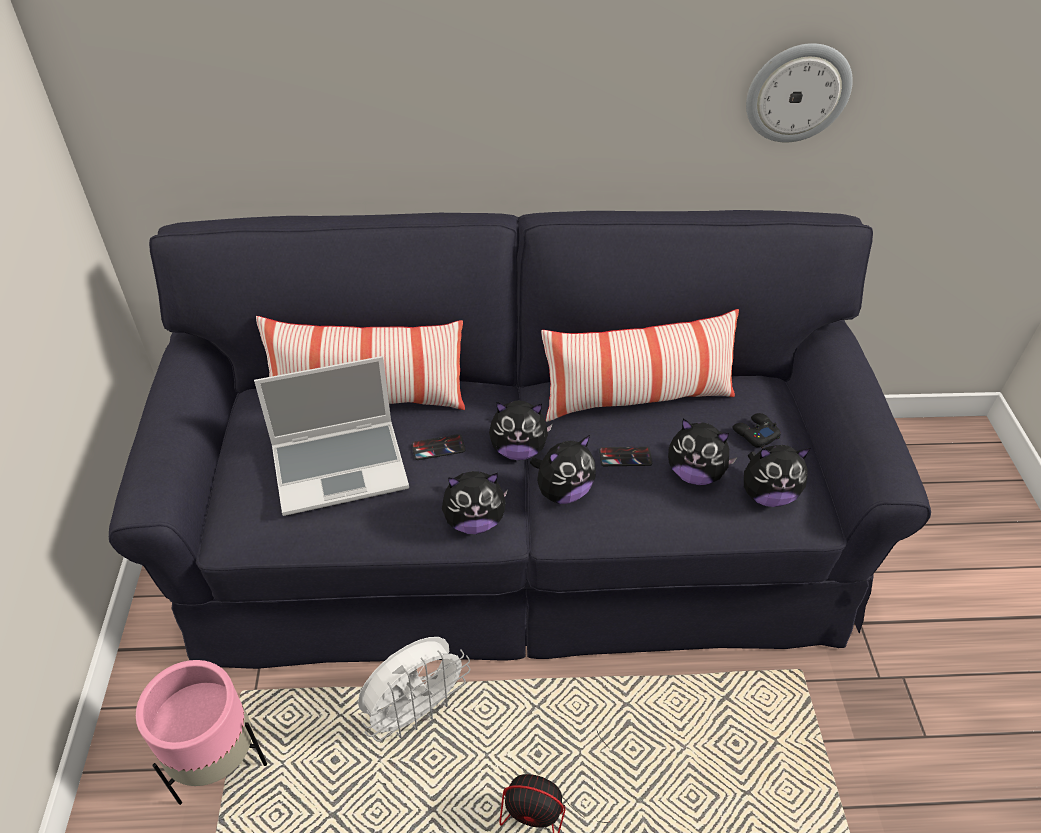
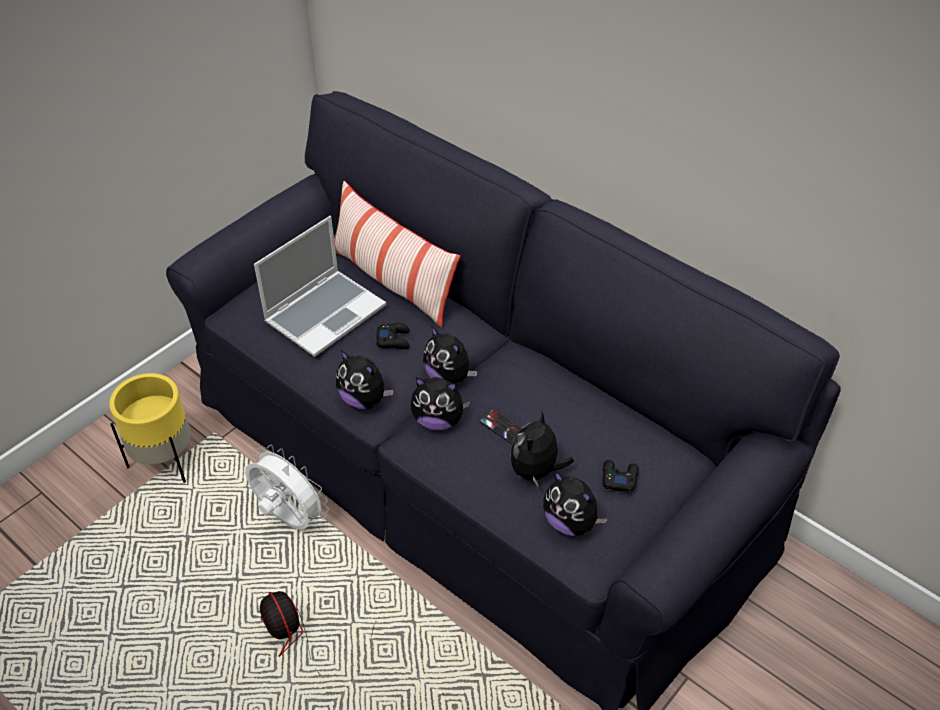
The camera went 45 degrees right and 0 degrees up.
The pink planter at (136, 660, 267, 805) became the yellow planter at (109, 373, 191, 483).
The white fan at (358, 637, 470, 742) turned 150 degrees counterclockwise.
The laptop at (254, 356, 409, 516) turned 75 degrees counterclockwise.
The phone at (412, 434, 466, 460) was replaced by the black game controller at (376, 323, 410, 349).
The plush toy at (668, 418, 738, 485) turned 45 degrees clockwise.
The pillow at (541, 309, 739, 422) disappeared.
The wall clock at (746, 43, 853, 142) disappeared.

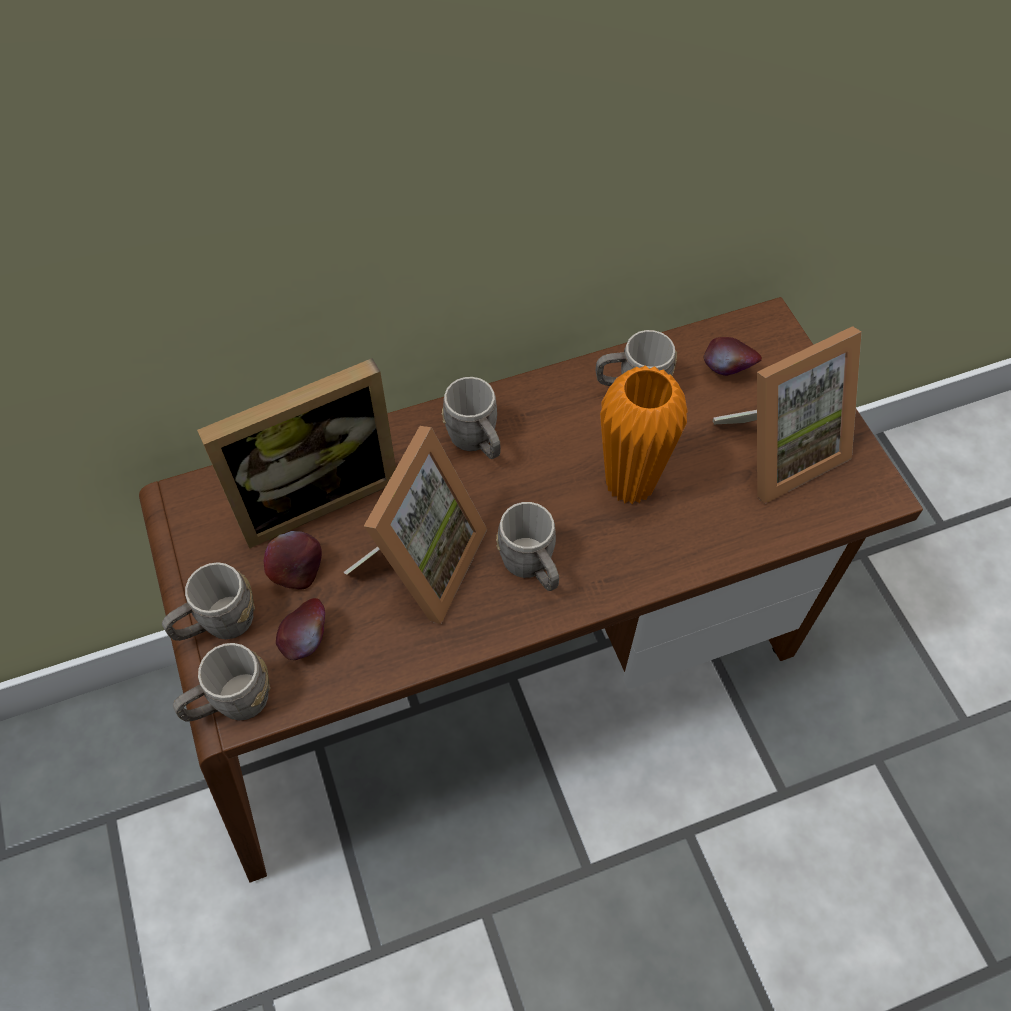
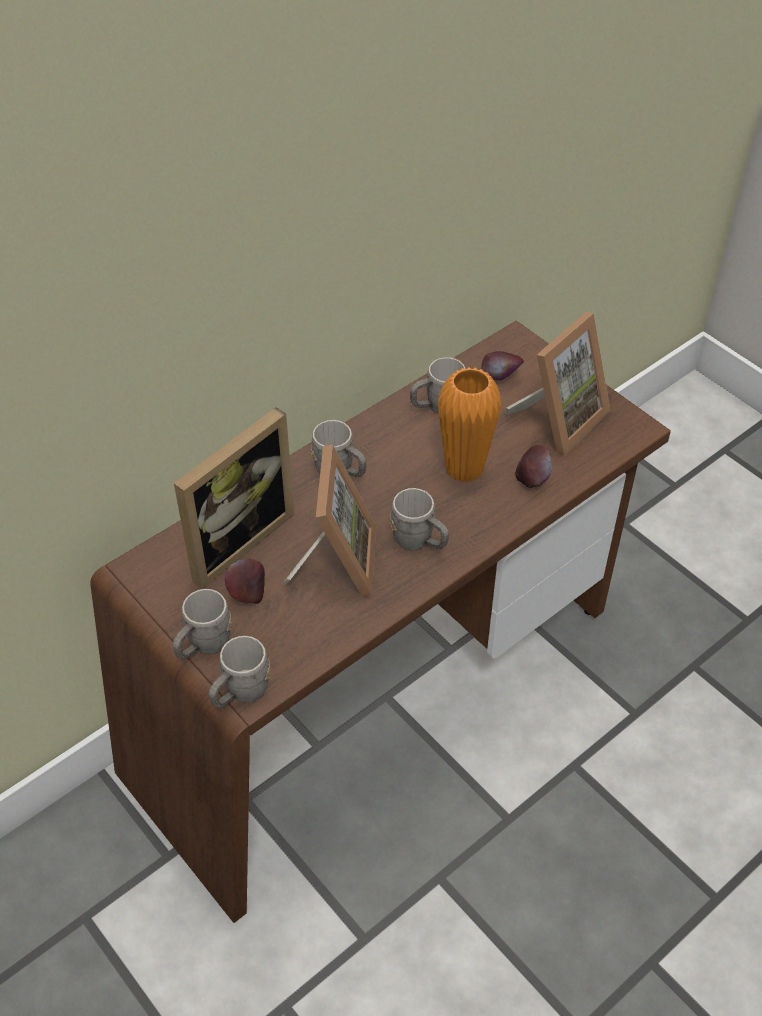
The camera went 20 degrees left and 10 degrees down.
The apple moved from (276, 598, 325, 660) to (515, 445, 552, 488).

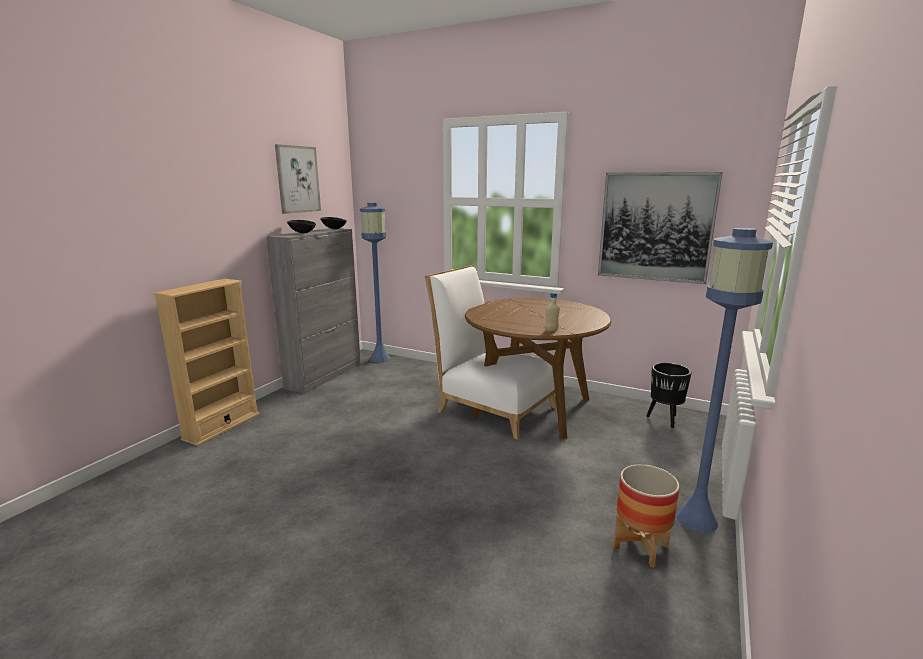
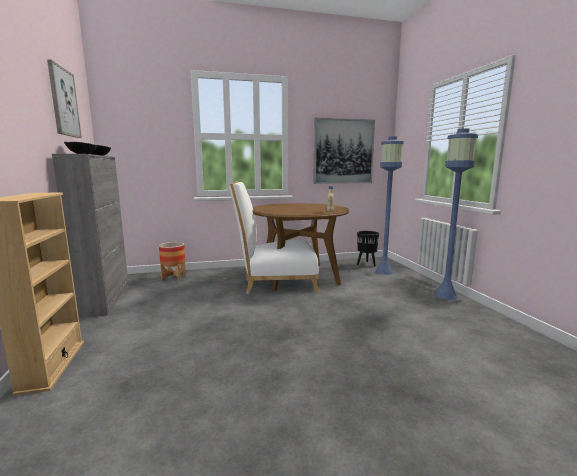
The camera went 40 degrees left and 5 degrees down.
The planter moved from (613, 464, 680, 568) to (159, 242, 186, 281).
The blue floor lamp moved from (360, 202, 390, 363) to (375, 136, 404, 275).

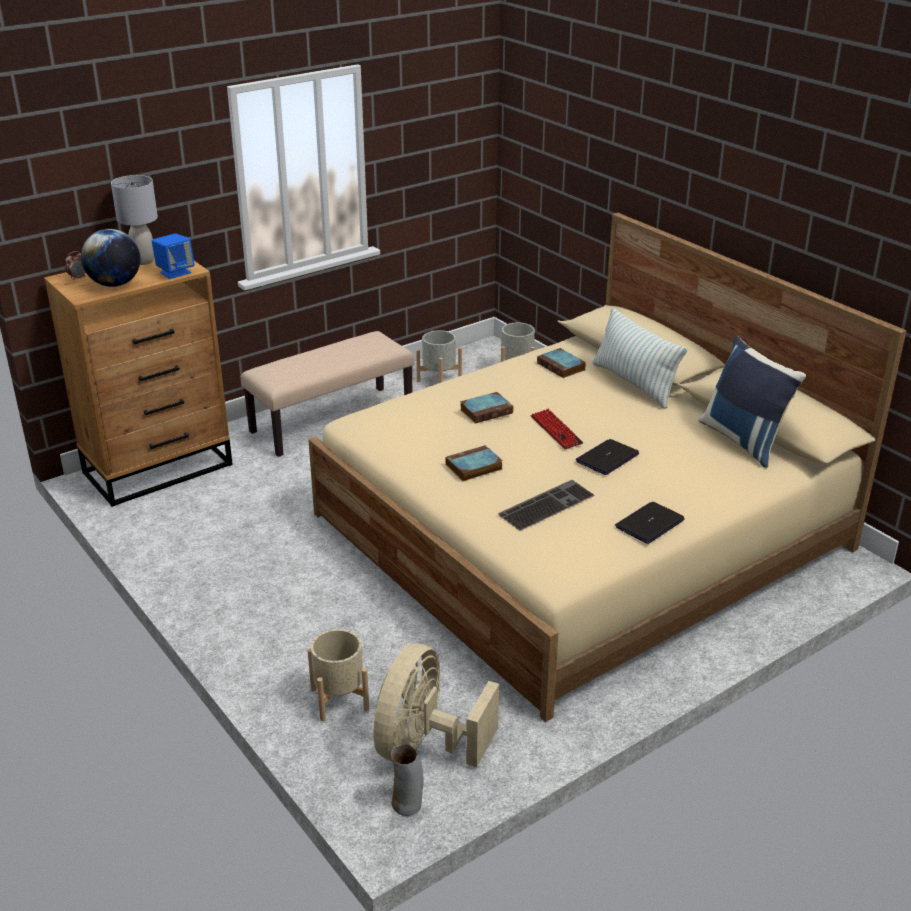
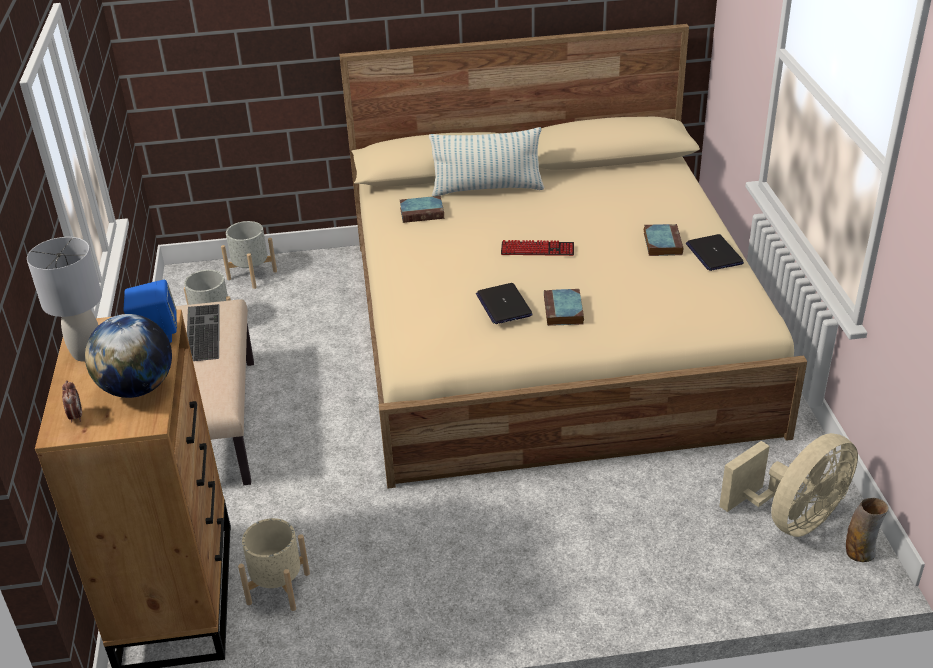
The camera went 60 degrees left and 5 degrees up.
The keyboard moved from (498, 480, 595, 531) to (187, 304, 220, 361).
The beige planter moved from (308, 629, 369, 721) to (238, 518, 310, 611).
The laptop moved from (576, 439, 639, 475) to (476, 283, 533, 324).
The book moved from (460, 392, 513, 423) to (644, 224, 683, 256).
The beige fan at (374, 644, 499, 767) turned 90 degrees counterclockwise.
The blue pillow at (699, 336, 806, 468) disappeared.

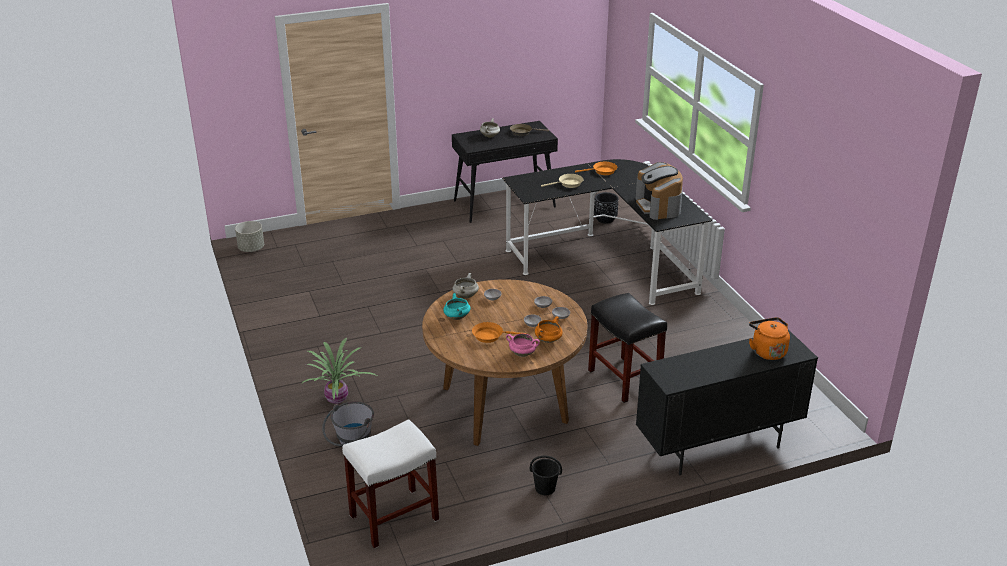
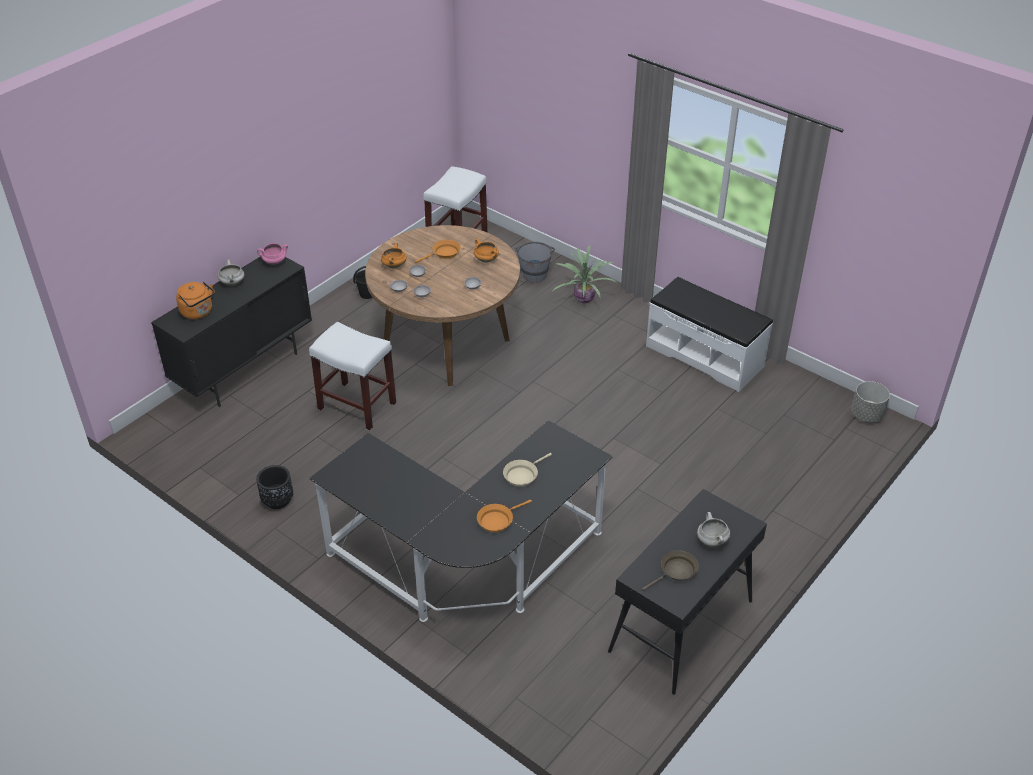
The camera went 150 degrees right and 10 degrees up.
The white cooking pot moved from (452, 273, 479, 299) to (218, 260, 244, 286).
The black planter moved from (594, 192, 619, 224) to (256, 465, 293, 509).
The pink cooking pot moved from (506, 333, 540, 357) to (257, 243, 288, 265).
The black stool at (588, 293, 667, 403) became the white stool at (309, 322, 396, 431).
The turquoise cooking pot at (443, 293, 470, 320) became the orange cooking pot at (474, 239, 499, 263).
The white bench at (646, 277, 773, 392) appeared.
The coffee machine at (636, 162, 683, 220) disappeared.

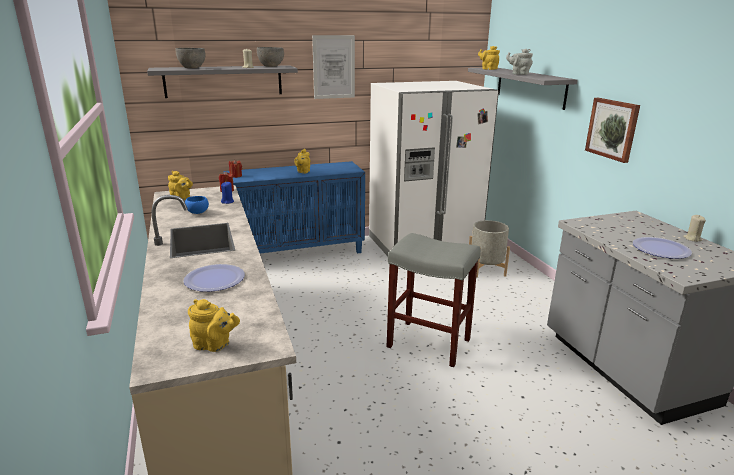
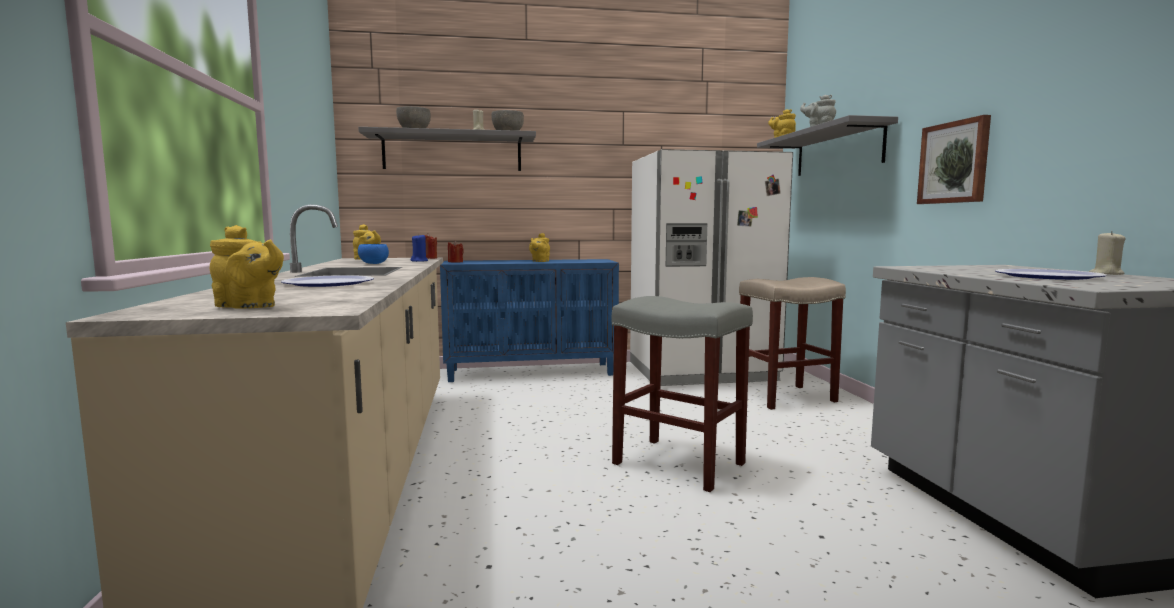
The camera went 10 degrees right and 15 degrees down.
The grey planter at (469, 220, 510, 277) was replaced by the beige stool at (739, 277, 846, 410).
The picture at (312, 35, 355, 99) disappeared.

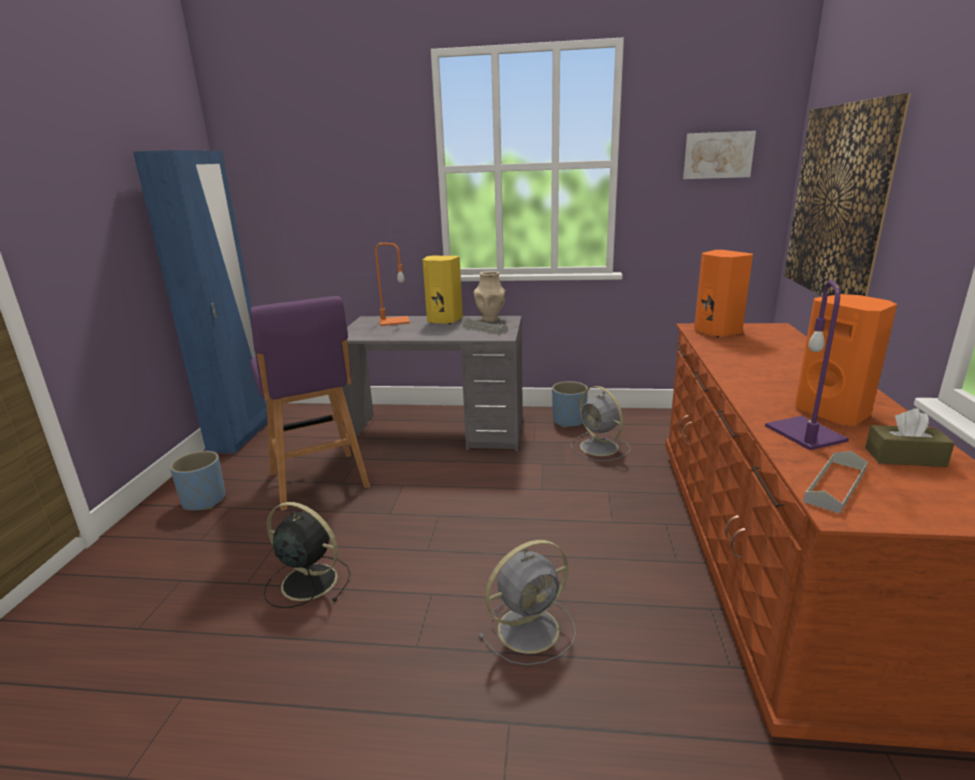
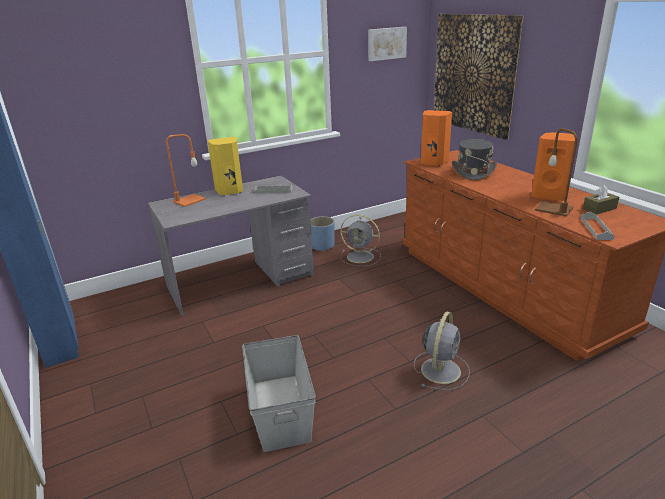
The camera went 35 degrees left and 5 degrees up.
The black fan at (264, 502, 351, 608) was replaced by the grey storage box at (242, 335, 316, 452).
The grey hat at (452, 139, 497, 180) appeared.
The purple table lamp at (765, 280, 849, 450) became the brown table lamp at (535, 128, 578, 217).
The blue planter at (170, 451, 225, 511) disappeared.
The purple stool at (250, 296, 370, 511) disappeared.
The beige vase at (474, 271, 506, 322) disappeared.

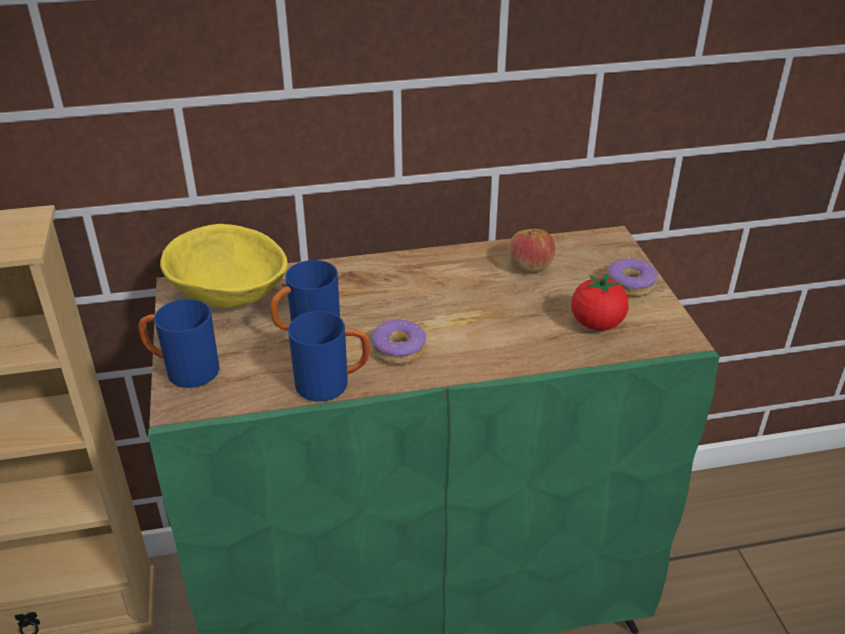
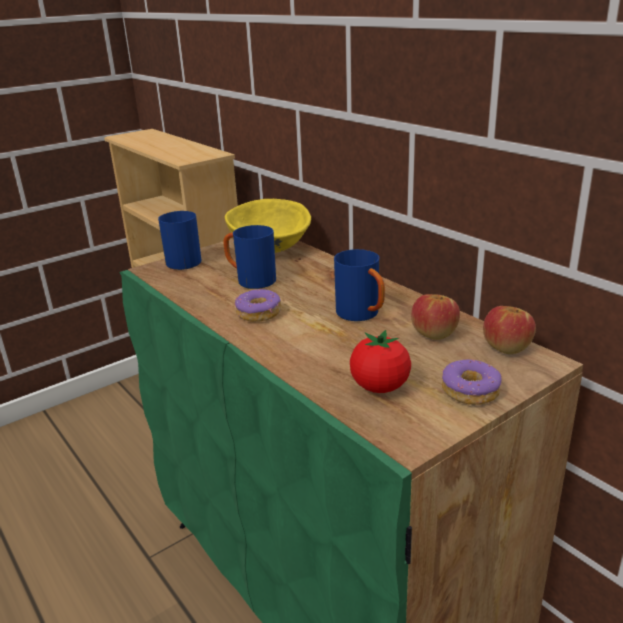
The camera went 65 degrees right and 10 degrees down.
The blue mug moved from (288, 311, 370, 401) to (334, 249, 385, 321).
The apple at (483, 306, 536, 354) appeared.

